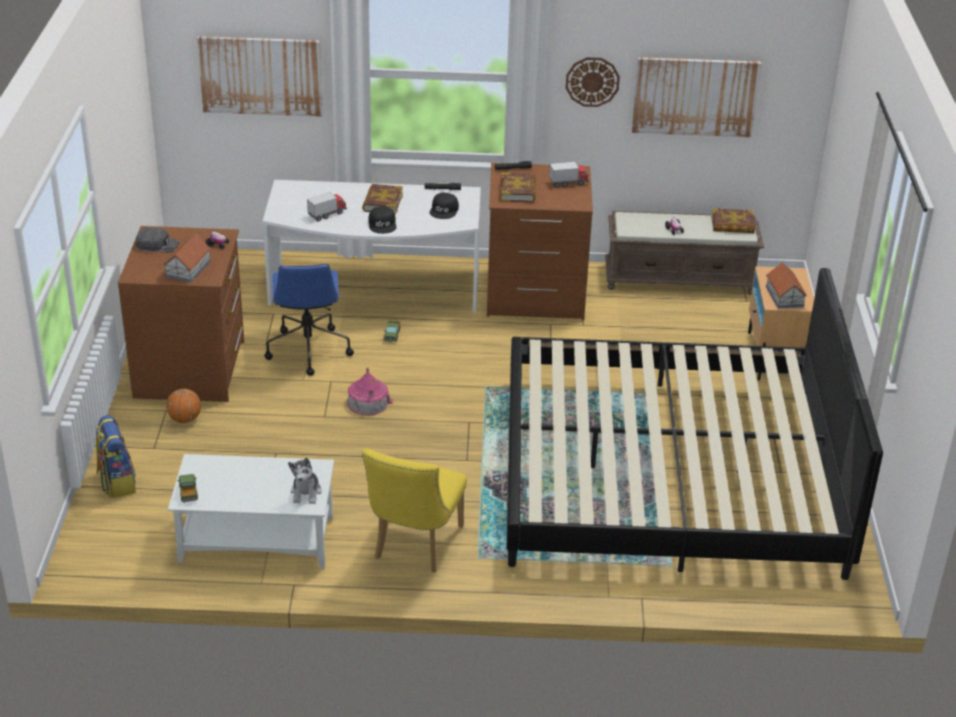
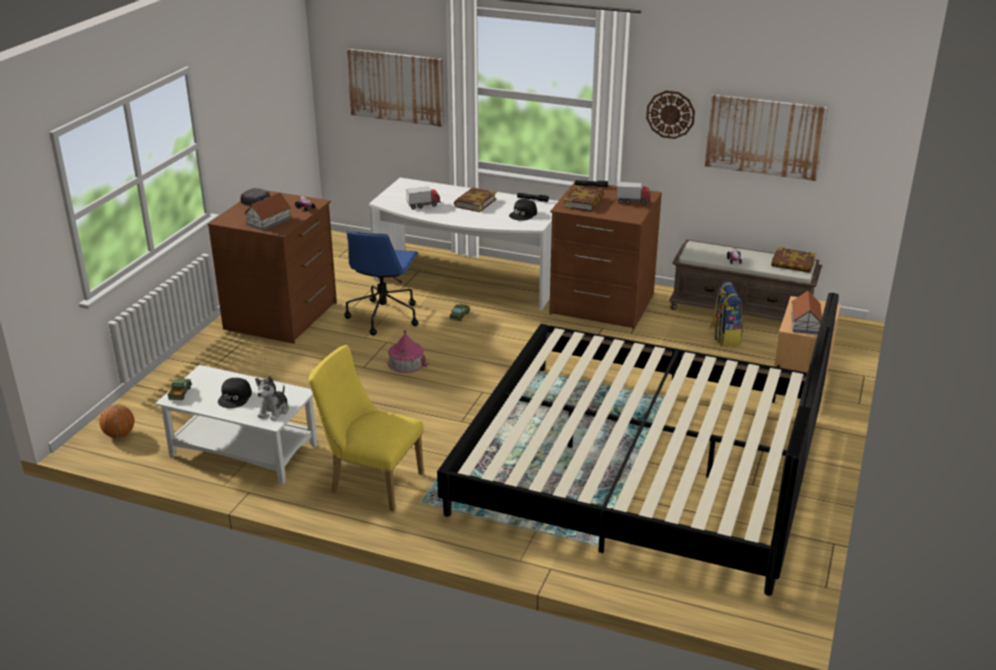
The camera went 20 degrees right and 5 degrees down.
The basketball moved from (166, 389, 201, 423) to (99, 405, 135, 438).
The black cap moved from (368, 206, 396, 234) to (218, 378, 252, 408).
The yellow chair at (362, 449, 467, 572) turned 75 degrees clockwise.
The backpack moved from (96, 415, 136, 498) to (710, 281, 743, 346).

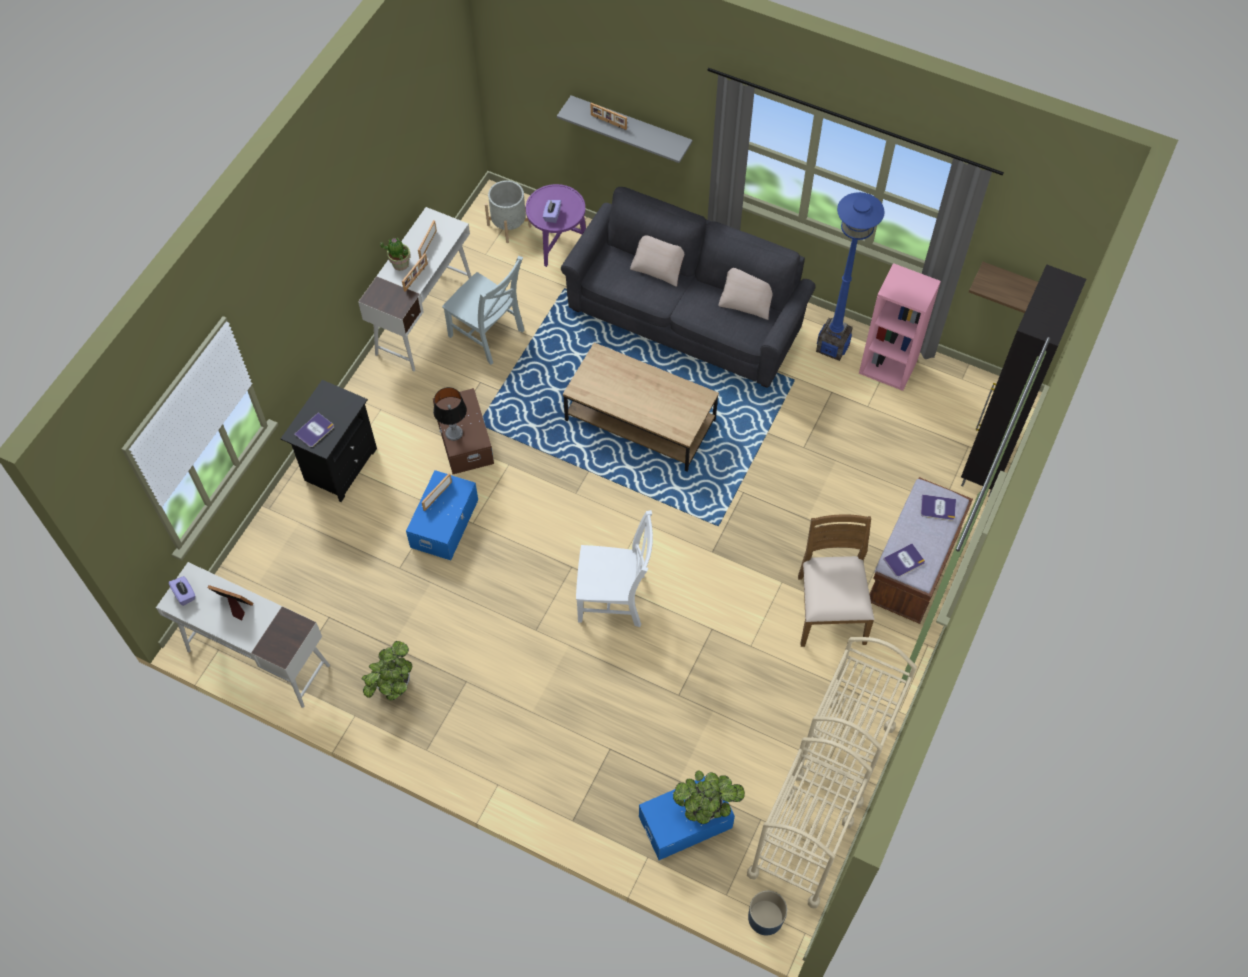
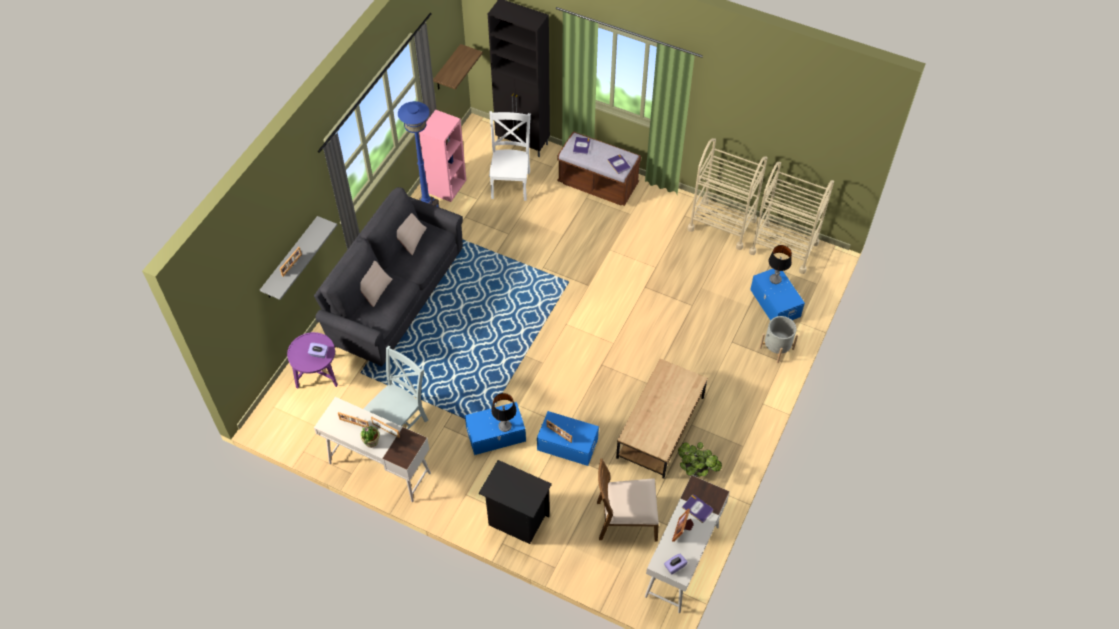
The camera went 90 degrees left and 5 degrees down.
The brown storage box at (433, 388, 494, 474) became the blue storage box at (465, 402, 526, 455).
The white chair moved from (576, 510, 653, 627) to (489, 111, 531, 201).
The brown chair moved from (798, 514, 874, 647) to (597, 459, 659, 541).
The brown coffee table moved from (563, 342, 719, 471) to (616, 359, 708, 479).
The book moved from (294, 413, 334, 447) to (682, 495, 713, 523).
The grey planter moved from (485, 180, 531, 243) to (759, 316, 798, 363).
The potted plant at (673, 770, 745, 824) was replaced by the table lamp at (768, 245, 792, 284).
The blue planter at (748, 891, 787, 936) disappeared.

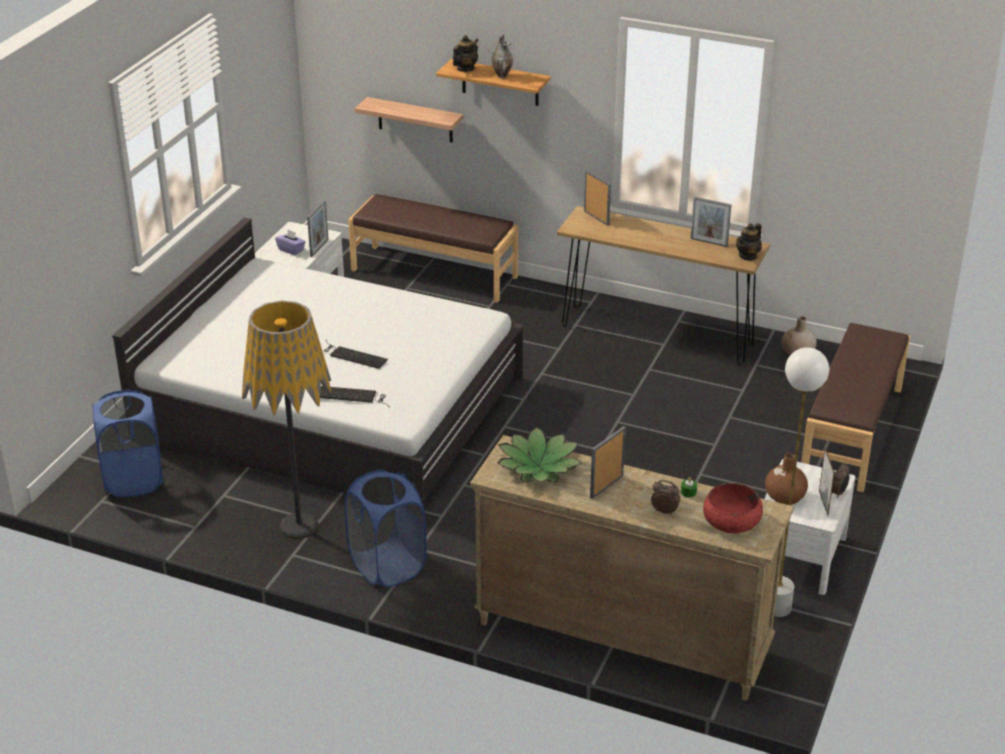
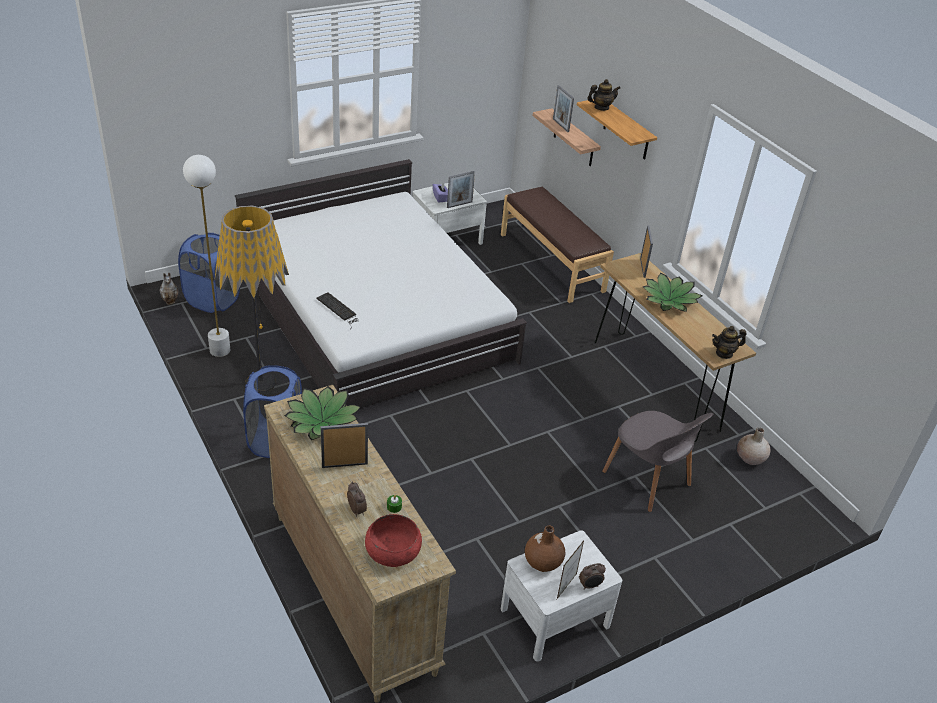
The camera went 35 degrees right and 5 degrees up.
The vase moved from (492, 34, 513, 78) to (160, 273, 178, 305).
The white floor lamp moved from (774, 347, 829, 617) to (183, 155, 231, 357).
The picture frame moved from (690, 197, 731, 247) to (553, 85, 574, 132).
The grey chair at (602, 411, 713, 512) appeared.
The potted plant at (643, 273, 702, 312) appeared.
The keyboard at (323, 340, 388, 369) disappeared.
The brown bench at (801, 323, 910, 492) disappeared.

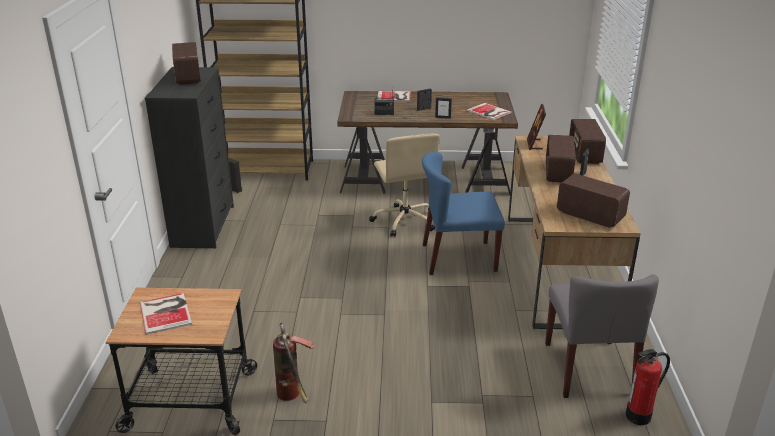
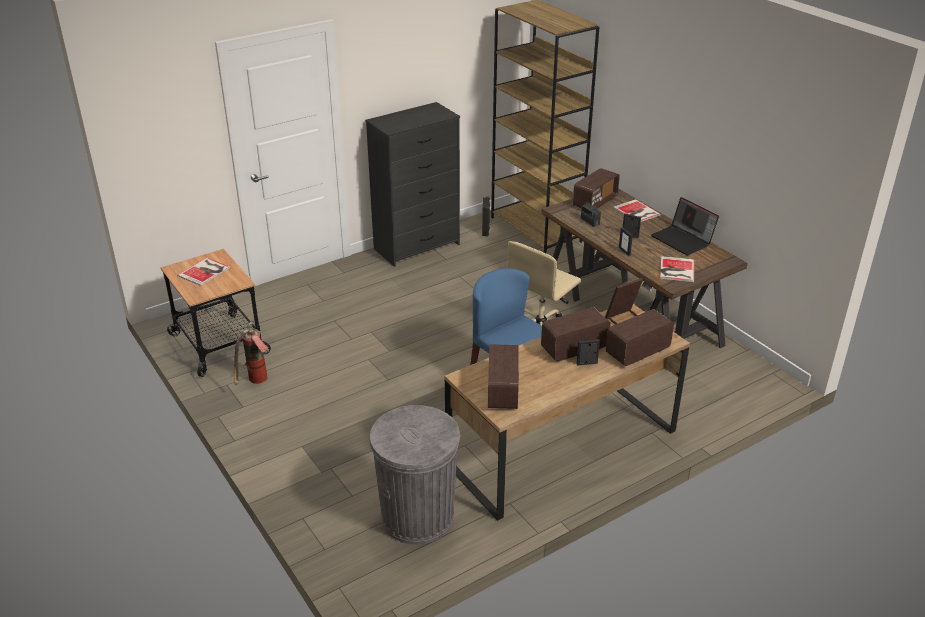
The camera went 55 degrees right and 5 degrees up.
The grey chair at (545, 274, 659, 398) was replaced by the grey trash can at (369, 405, 460, 544).
The radio moved from (172, 42, 201, 85) to (573, 168, 620, 208).
The laptop at (651, 197, 719, 255) appeared.
The fire extinguisher at (626, 349, 670, 425) disappeared.

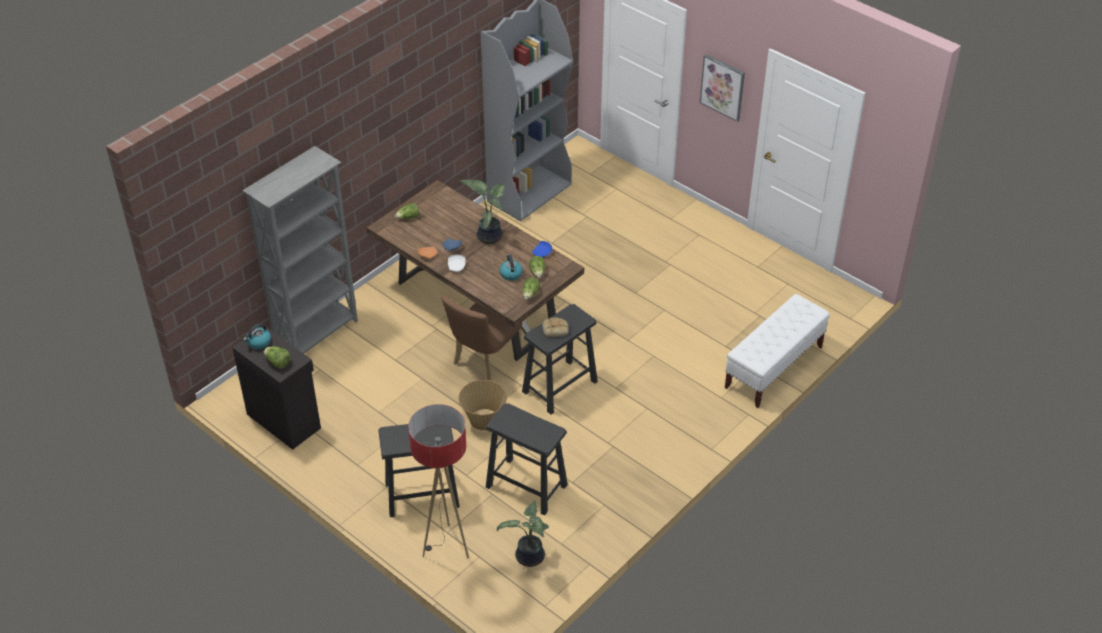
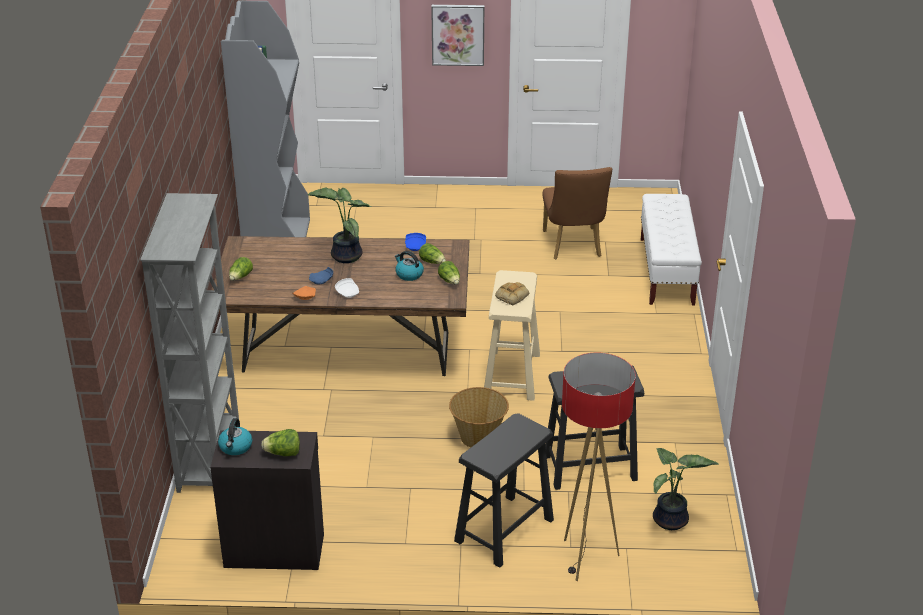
The camera went 40 degrees left and 10 degrees down.
The black stool at (522, 304, 598, 415) became the beige stool at (484, 270, 540, 401).
The brown chair moved from (442, 296, 522, 380) to (542, 167, 612, 259).

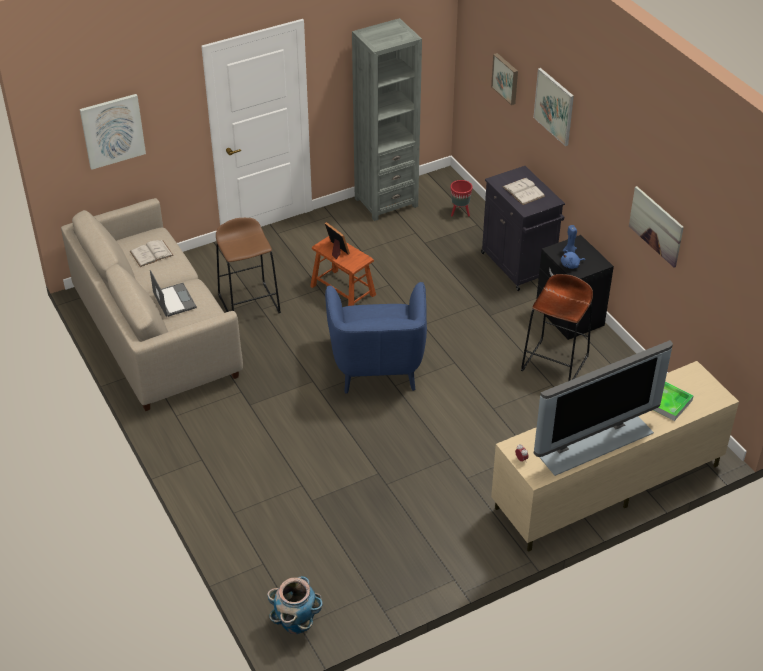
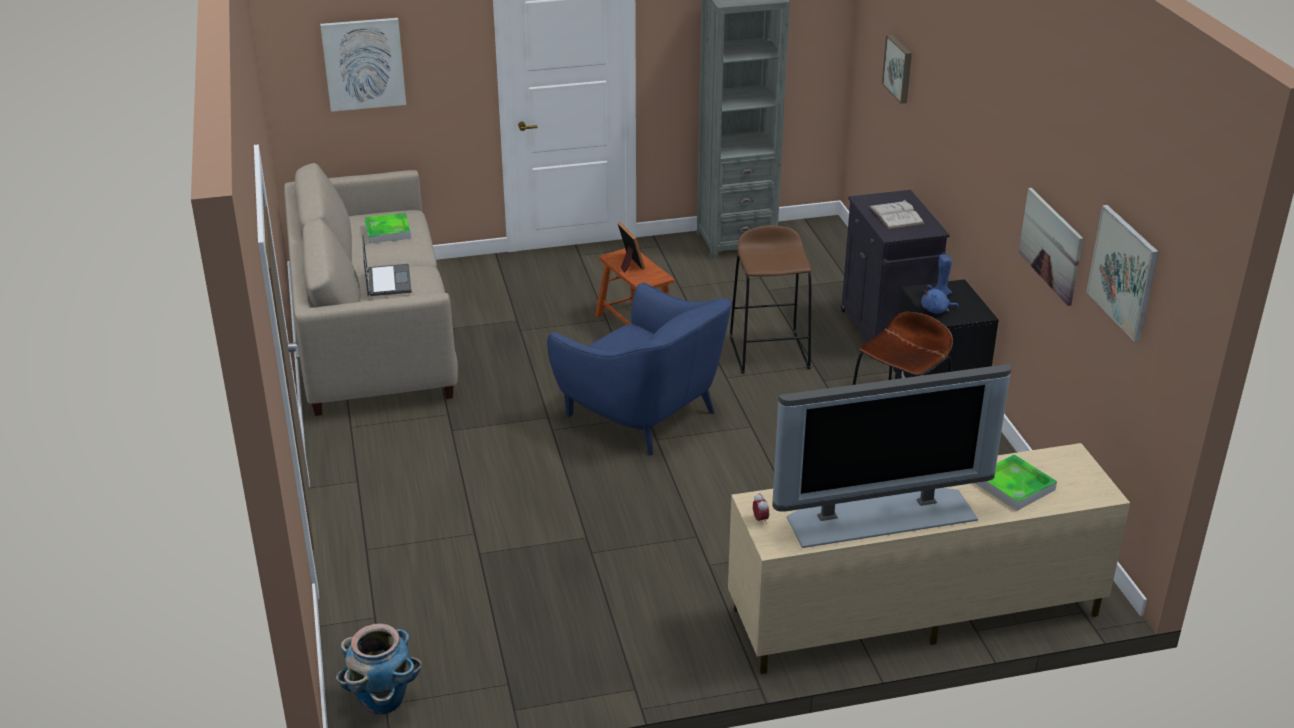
The camera went 15 degrees right and 10 degrees down.
The white book at (130, 240, 174, 267) was replaced by the tray at (364, 213, 411, 244).
The blue armchair at (325, 282, 427, 394) turned 60 degrees counterclockwise.
The brown stool moved from (216, 218, 281, 313) to (730, 225, 811, 374).
The picture moved from (533, 68, 574, 146) to (1087, 205, 1159, 342).
The red planter at (450, 180, 473, 217) disappeared.

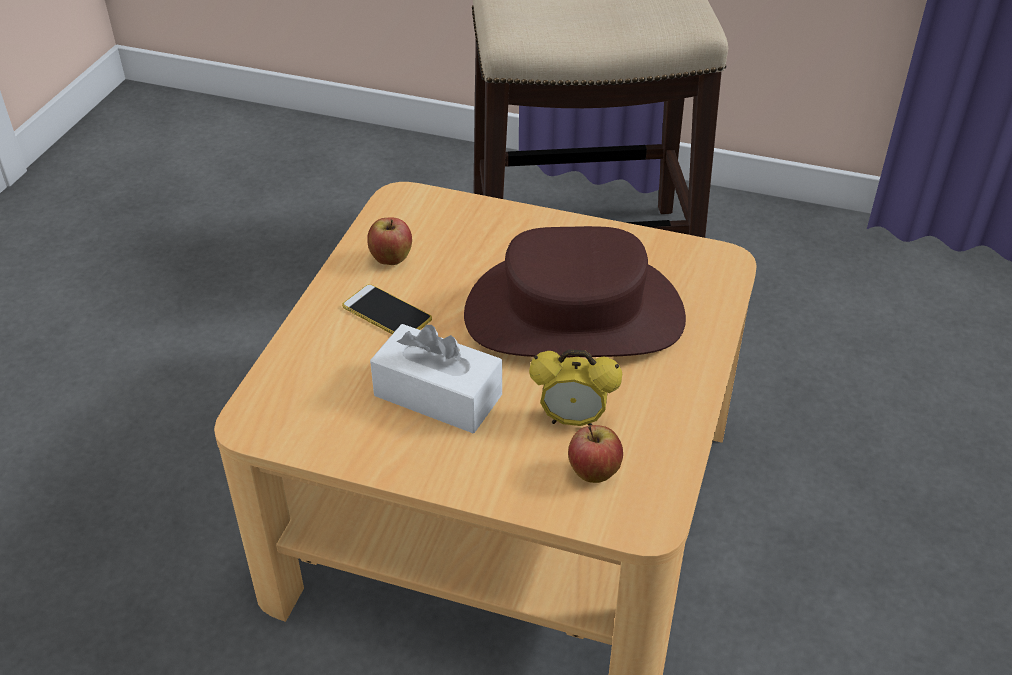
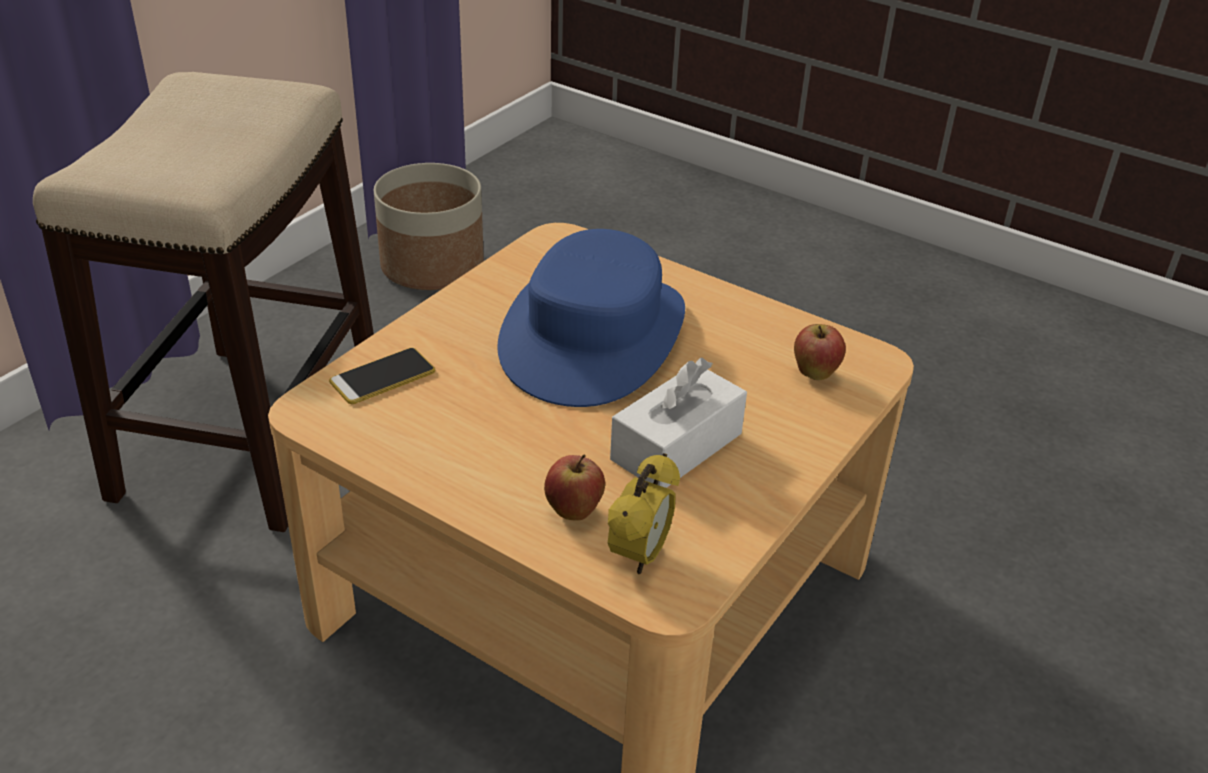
The camera went 75 degrees left and 5 degrees down.
The phone moved from (342, 284, 432, 334) to (329, 348, 435, 404).
The planter at (374, 163, 484, 290) appeared.
The brown hat at (464, 226, 686, 358) became the blue hat at (497, 229, 685, 407).
The apple moved from (367, 218, 412, 265) to (544, 455, 605, 521).
The alarm clock moved from (529, 349, 622, 426) to (608, 453, 680, 575).

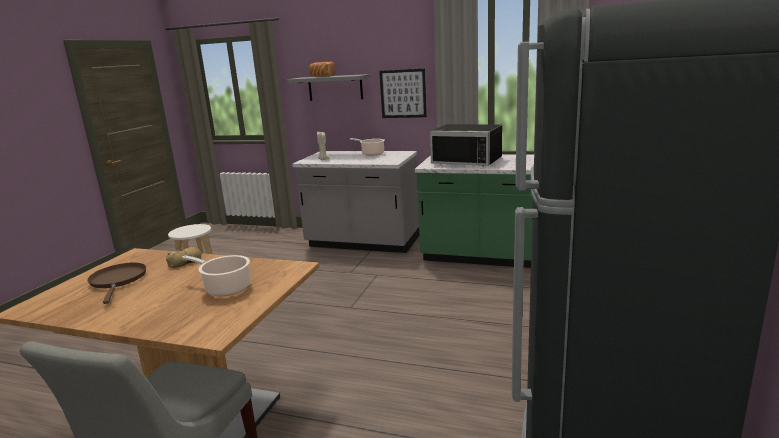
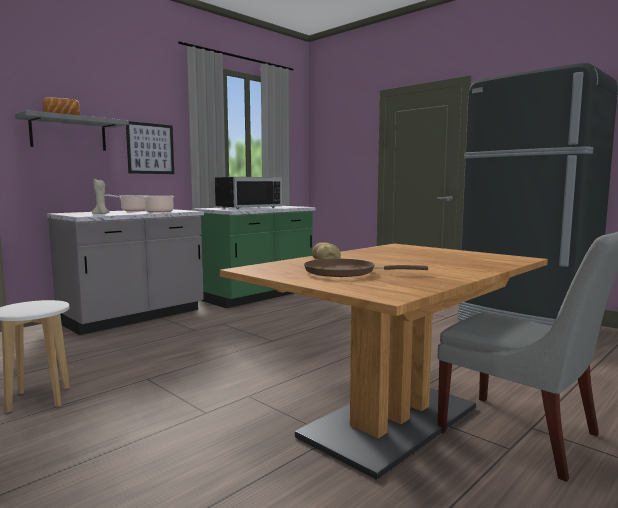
The camera went 65 degrees left and 10 degrees down.
The cooking pot moved from (182, 255, 250, 296) to (125, 195, 174, 213).

